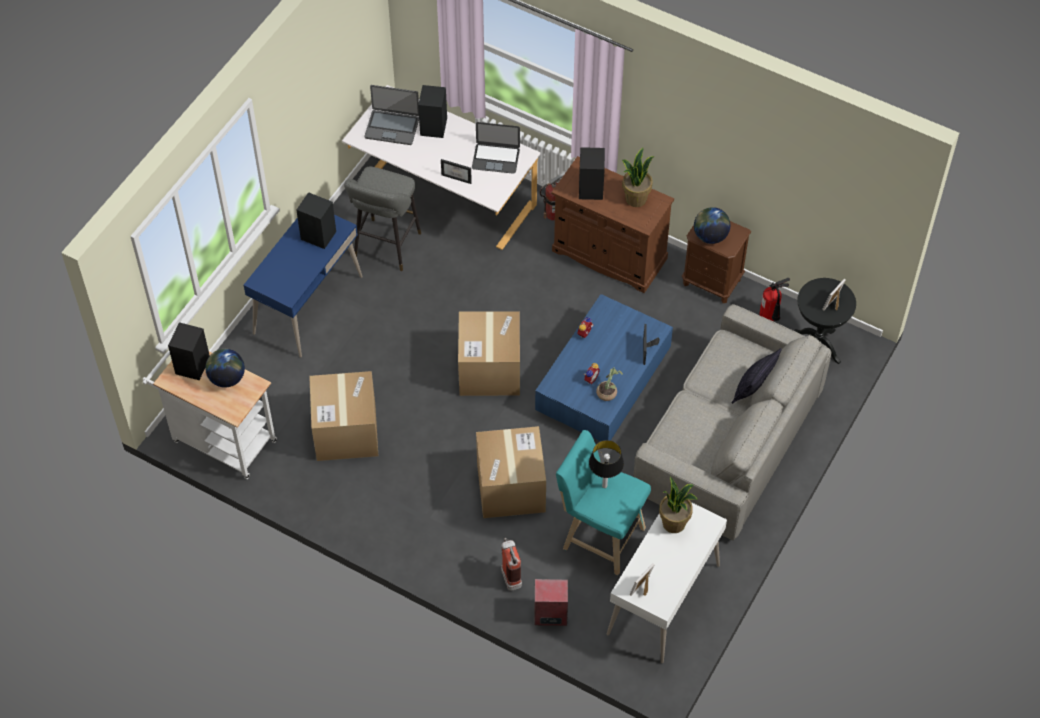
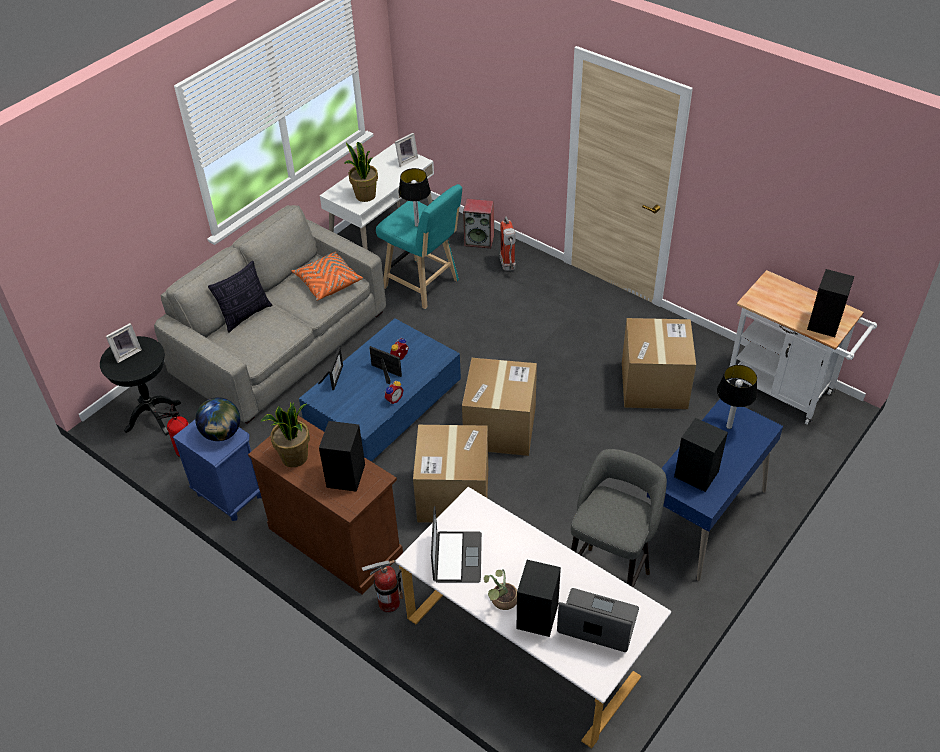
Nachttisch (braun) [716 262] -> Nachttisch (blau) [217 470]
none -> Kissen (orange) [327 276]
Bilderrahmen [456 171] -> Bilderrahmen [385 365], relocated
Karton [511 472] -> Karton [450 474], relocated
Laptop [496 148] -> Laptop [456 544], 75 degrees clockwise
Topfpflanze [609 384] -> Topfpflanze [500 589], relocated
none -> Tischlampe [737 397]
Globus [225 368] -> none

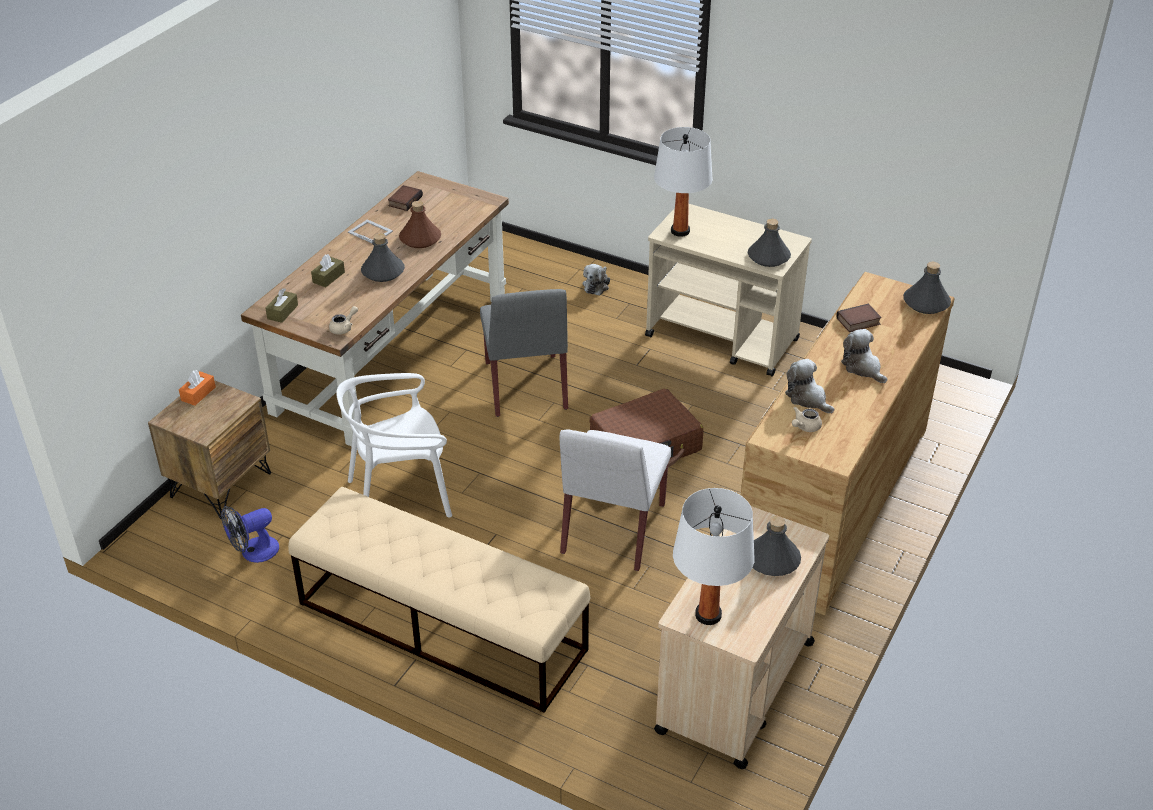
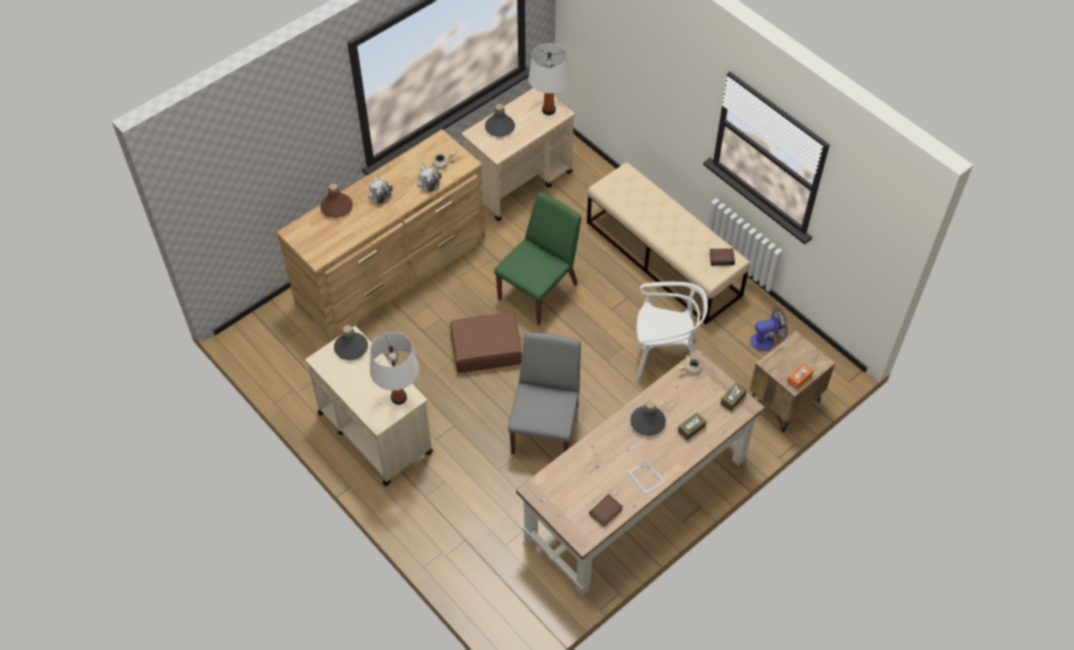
Flasche (braun) [420 224] -> Flasche (braun) [336 200], relocated
Stuhl (weiß) [615 500] -> Stuhl (grün) [537 258]
Buch [859 318] -> Buch [722 257], relocated
Plüschtier [596 279] -> none
Flasche (grau) [927 288] -> none

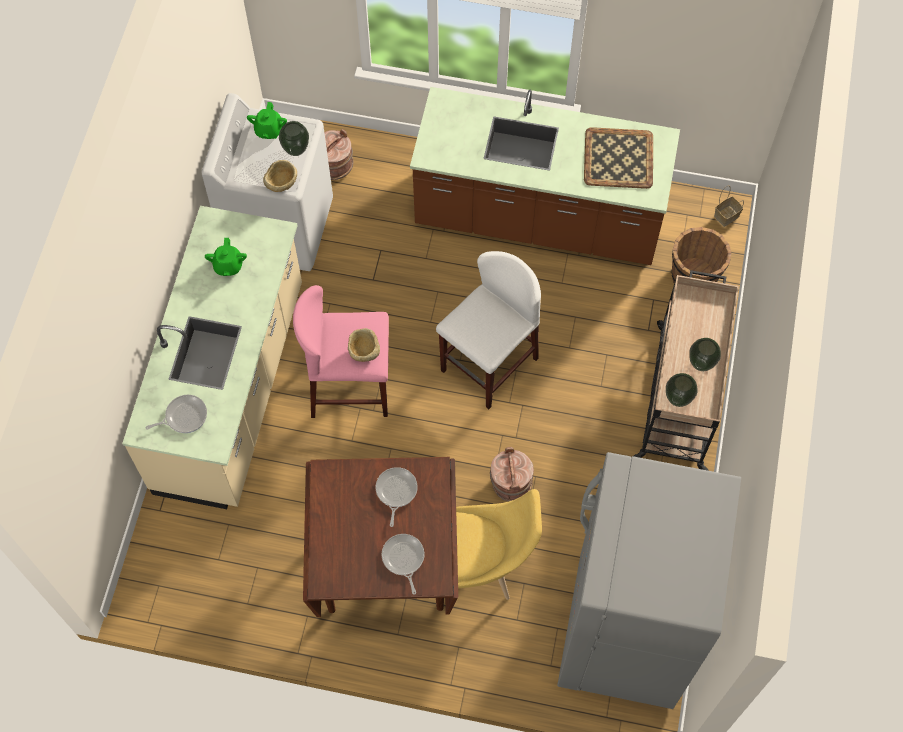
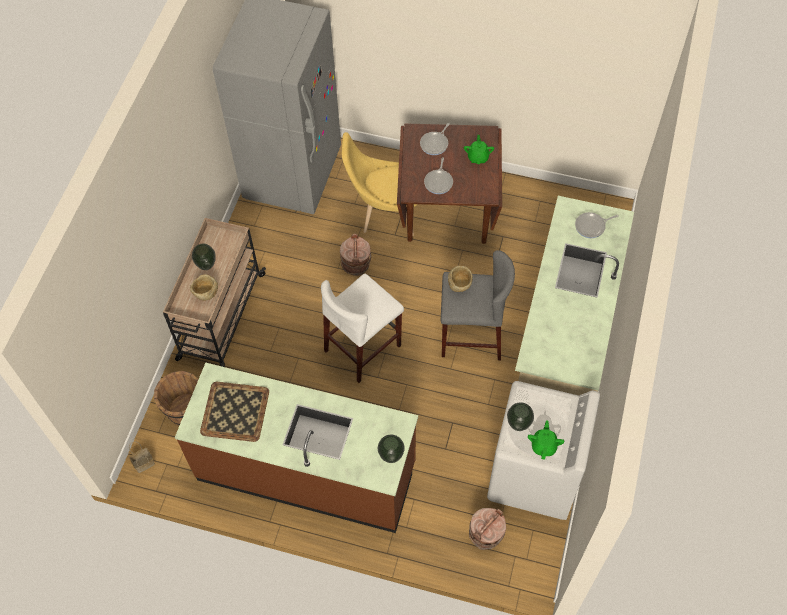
Schüssel (beige) [280 176] -> Schüssel (beige) [204 287], relocated
Vase [682 390] -> Vase [391 449], relocated
Pfanne [403 564] -> Pfanne [435 139], 45 degrees clockwise
Hocker (rosa) [341 351] -> Hocker (grau) [478 305]
Teekanne (grün) [226 257] -> Teekanne (grün) [479 149], relocated

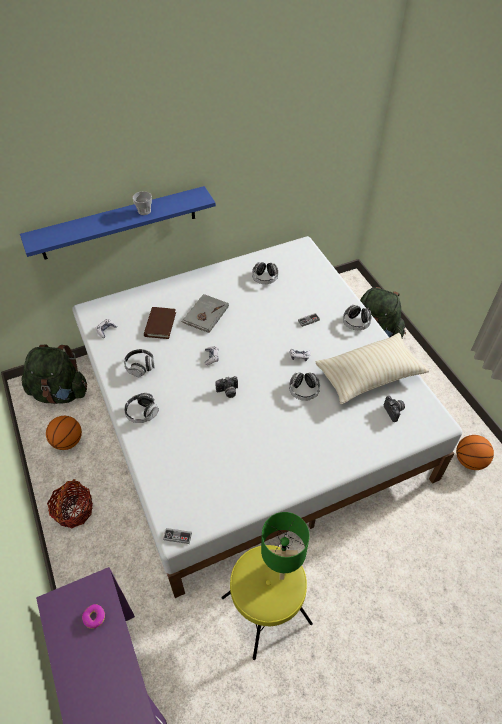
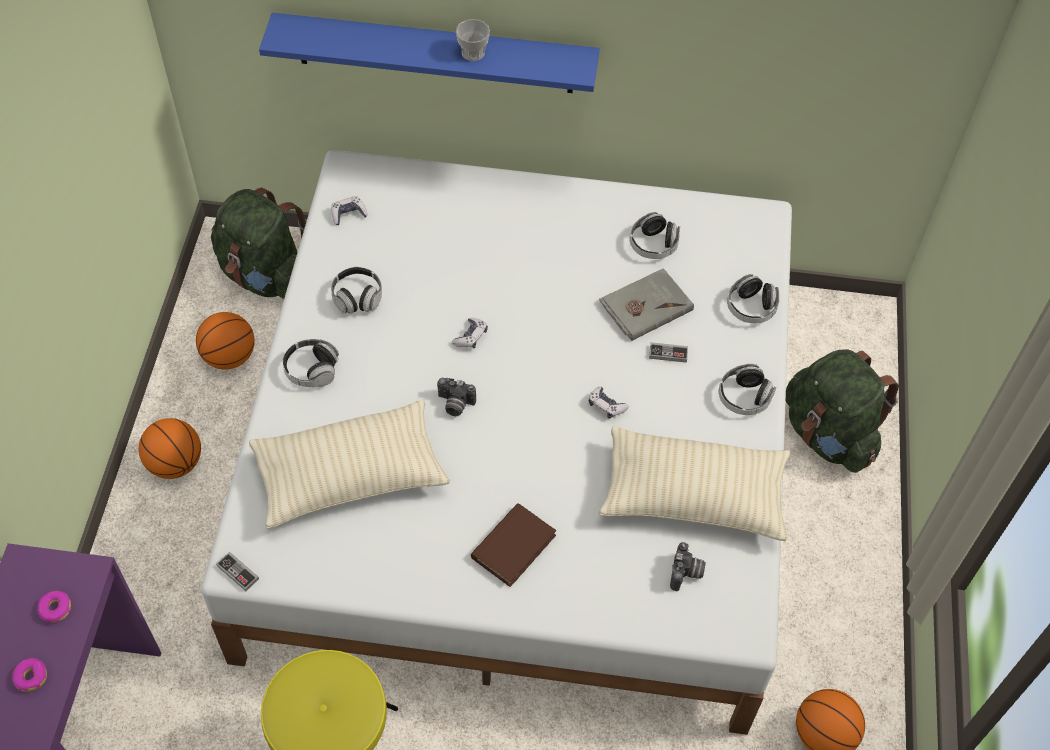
none -> Donut [29 675]
Korb [70 503] -> Basketball [170 448]
none -> Kissen (beige) [349 464]
Buch (braun) [160 323] -> Buch (braun) [513 545], relocated
Buch (grau) [205 313] -> Buch (grau) [646 304], relocated
Kopfhörer [304 386] -> Kopfhörer [753 298], relocated
Tischlampe (grün) [285 546] -> none

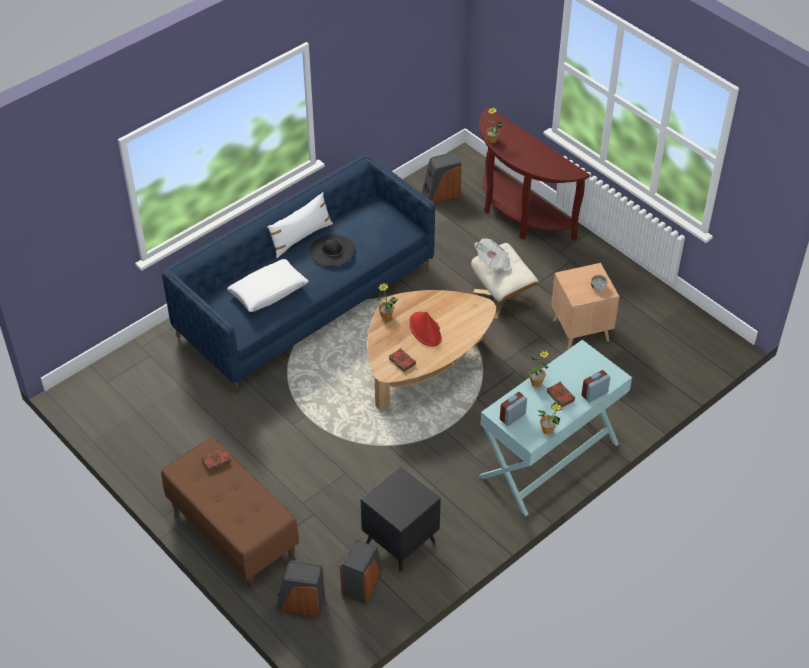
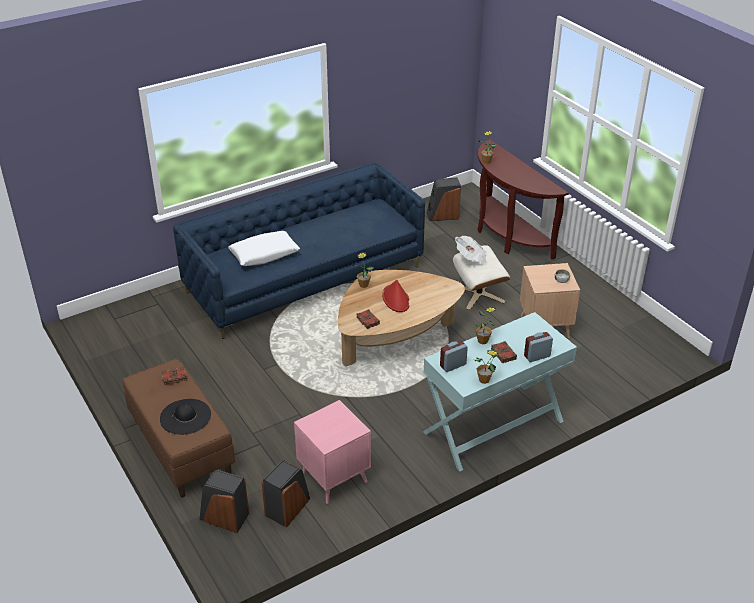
Hut (schwarz) [332 251] -> Hut (schwarz) [185 417], relocated
Beistelltisch (schwarz) [401 519] -> Beistelltisch (rosa) [332 452]
Kissen (weiß) [300 225] -> none

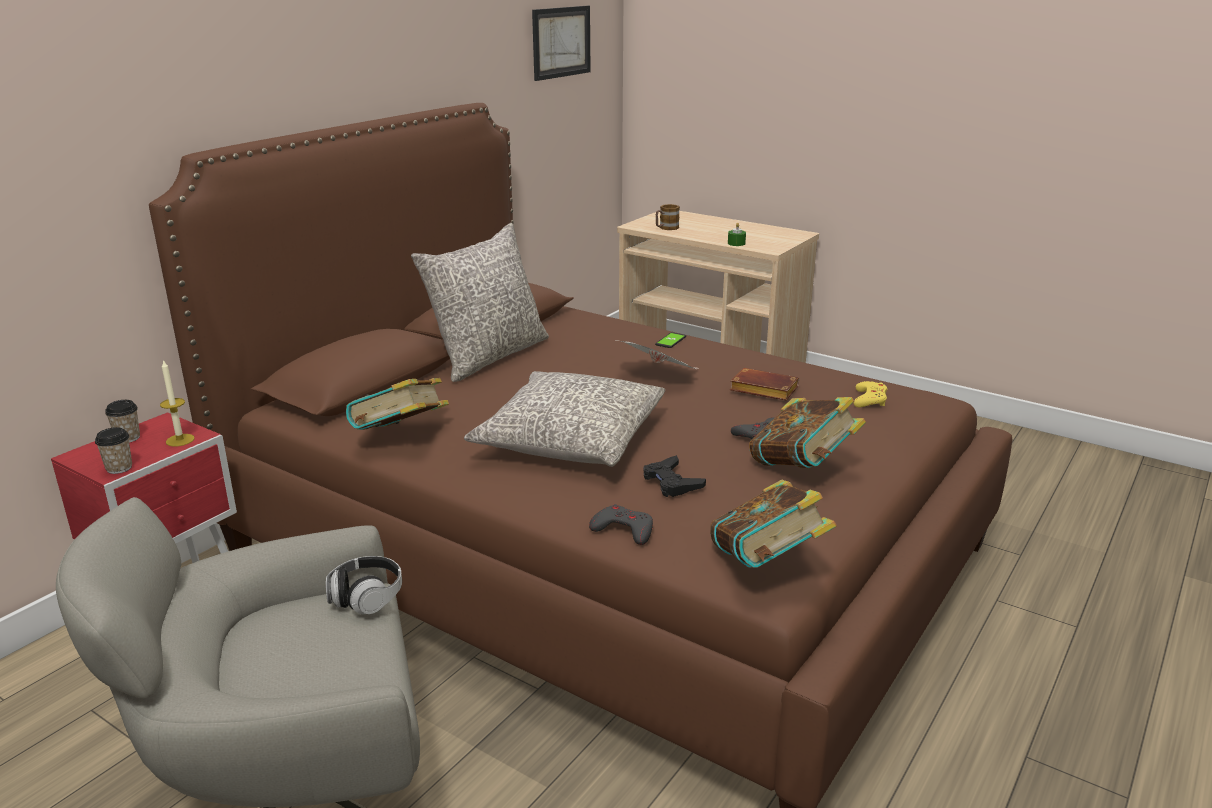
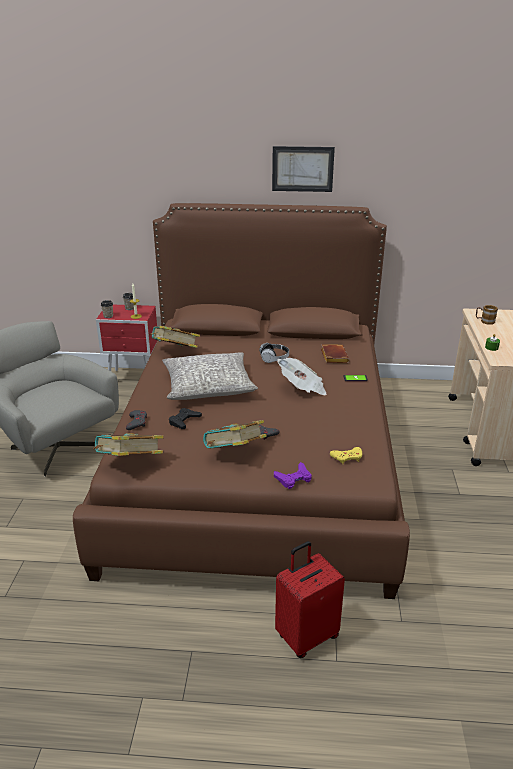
Kopfhörer [364 585] -> Kopfhörer [274 353], relocated
Bild [561 43] -> Bild [303 169], relocated
none -> Gamepad (lila) [293 475]
none -> Koffer (rot) [310 599]
Buch (braun) [764 384] -> Buch (braun) [335 353], relocated
Kissen (grau) [480 302] -> none

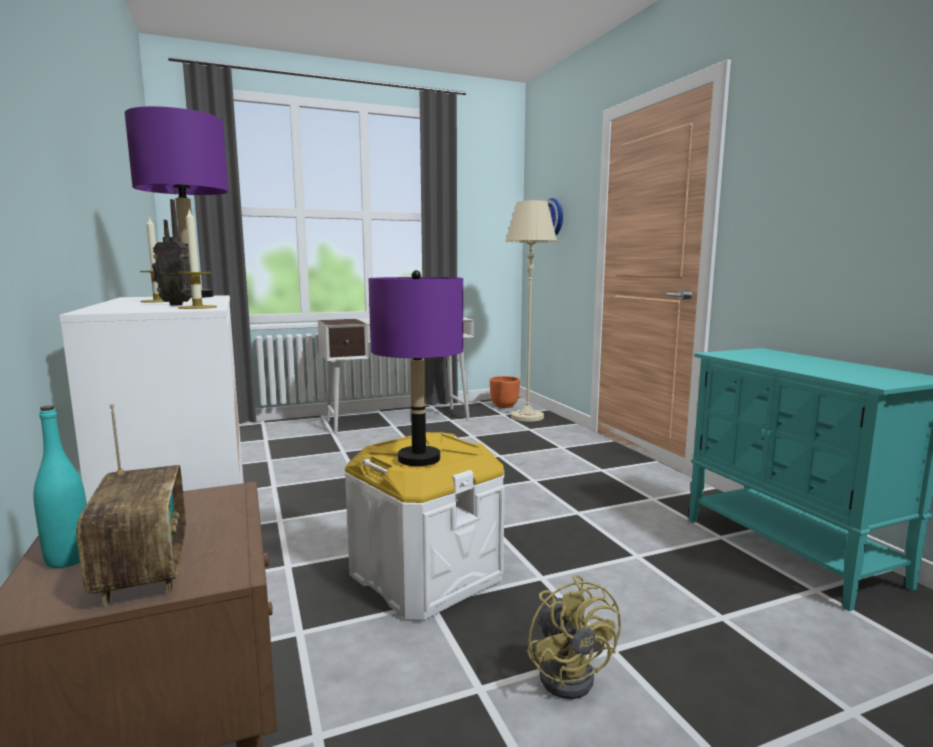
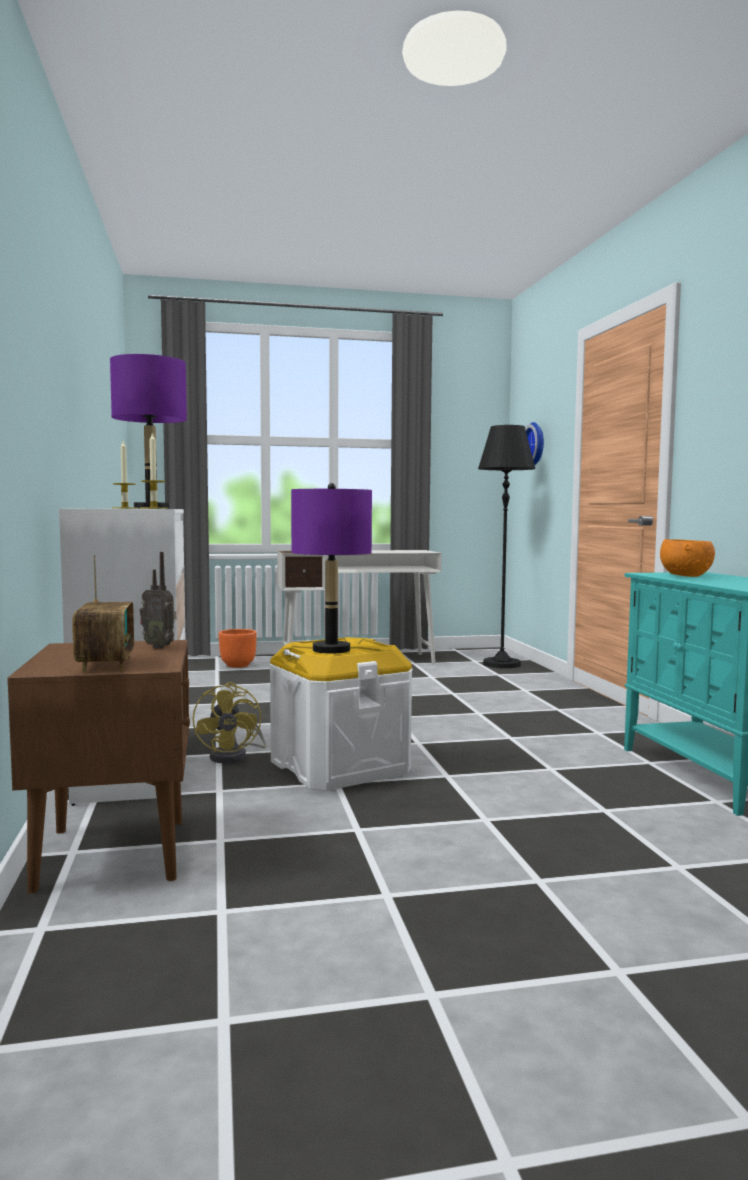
Radio [172 252] -> Radio [158 600], relocated
Ventilator (gelb) [574 637] -> Ventilator (gelb) [229 722], relocated
Pflanzkübel (orange) [505 392] -> Pflanzkübel (orange) [238 648], relocated
Stehlampe (beige) [531 311] -> Stehlampe (schwarz) [506 546]
none -> Schüssel (orange) [687 558]
Flasche (türkis) [60 487] -> none

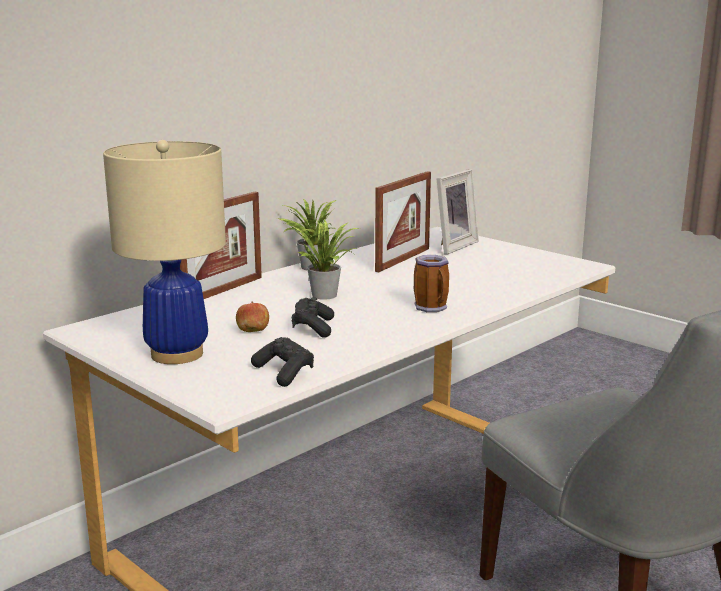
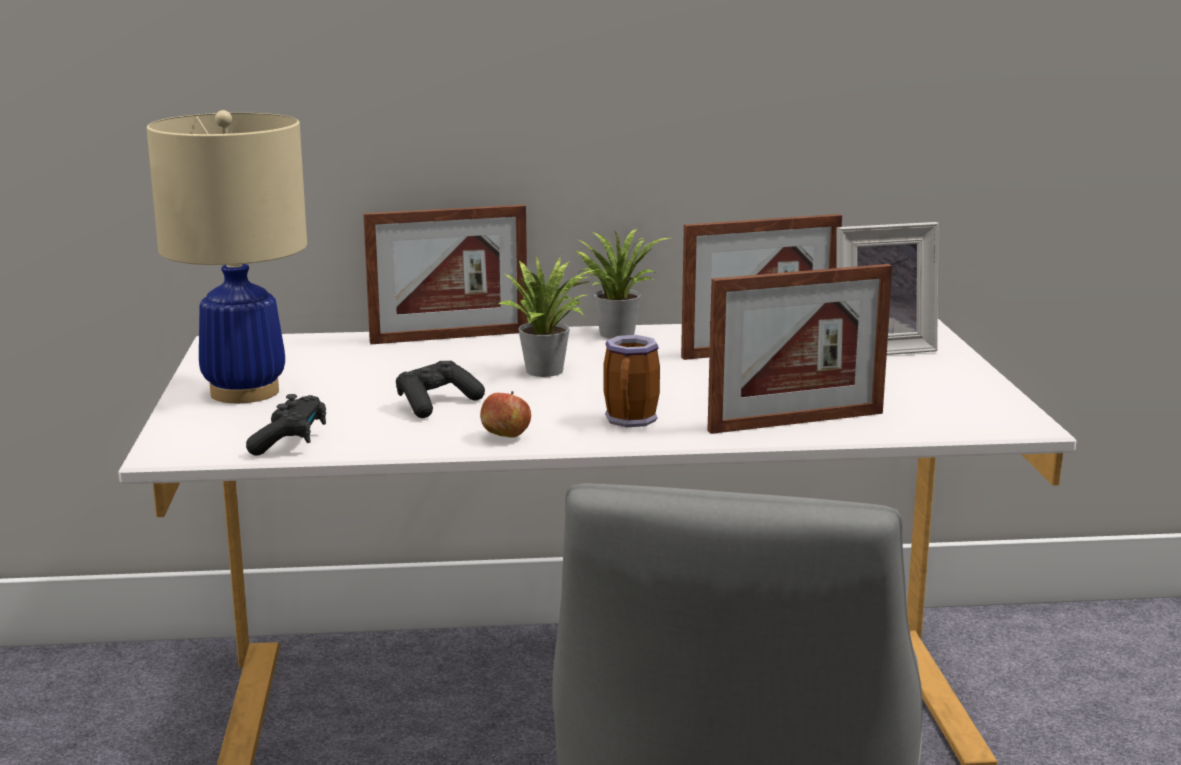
Apfel [252 316] -> Apfel [505 414], relocated
none -> Bilderrahmen [800 349]

